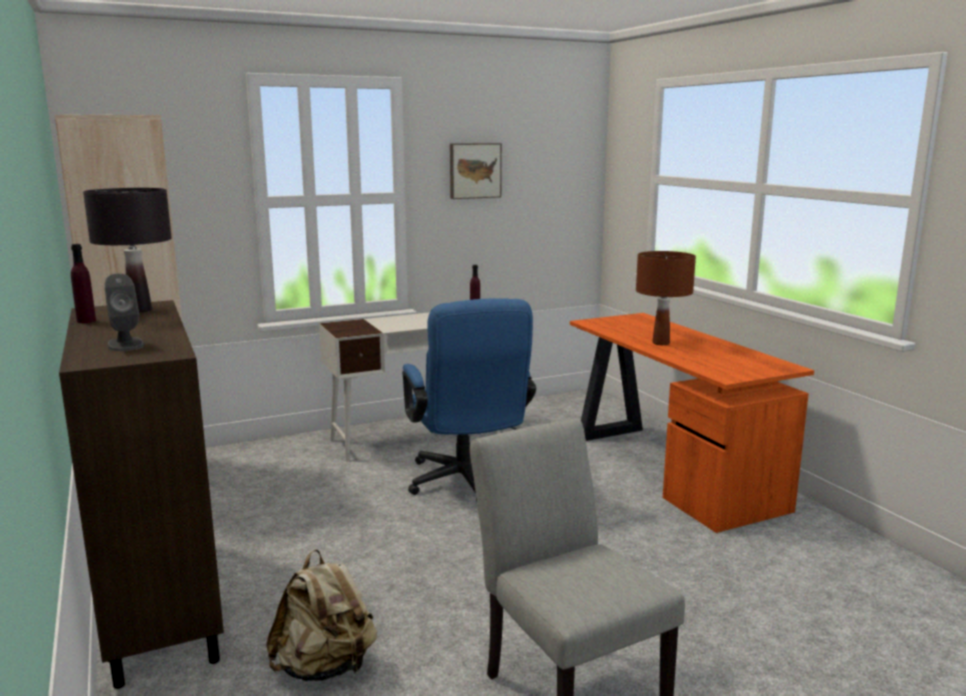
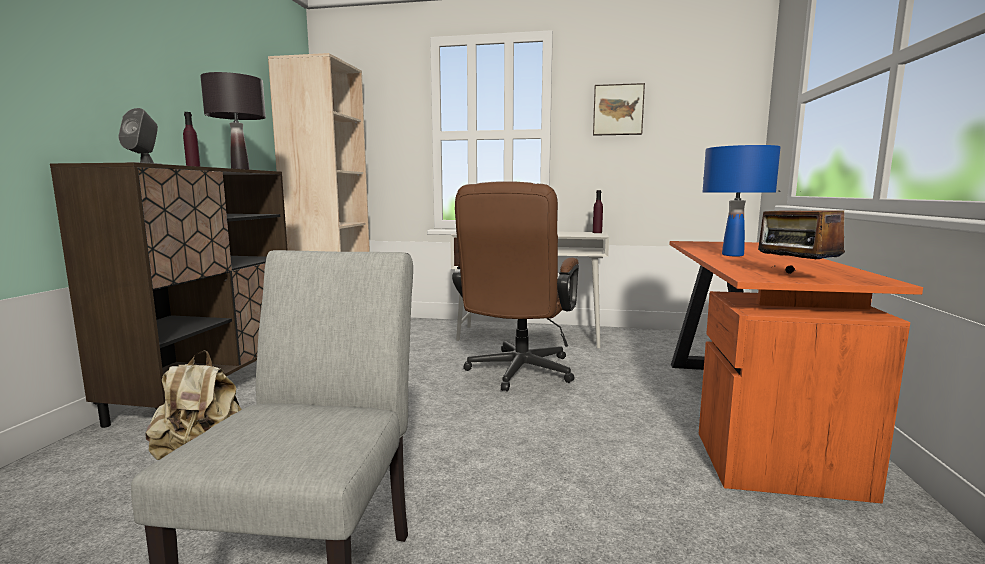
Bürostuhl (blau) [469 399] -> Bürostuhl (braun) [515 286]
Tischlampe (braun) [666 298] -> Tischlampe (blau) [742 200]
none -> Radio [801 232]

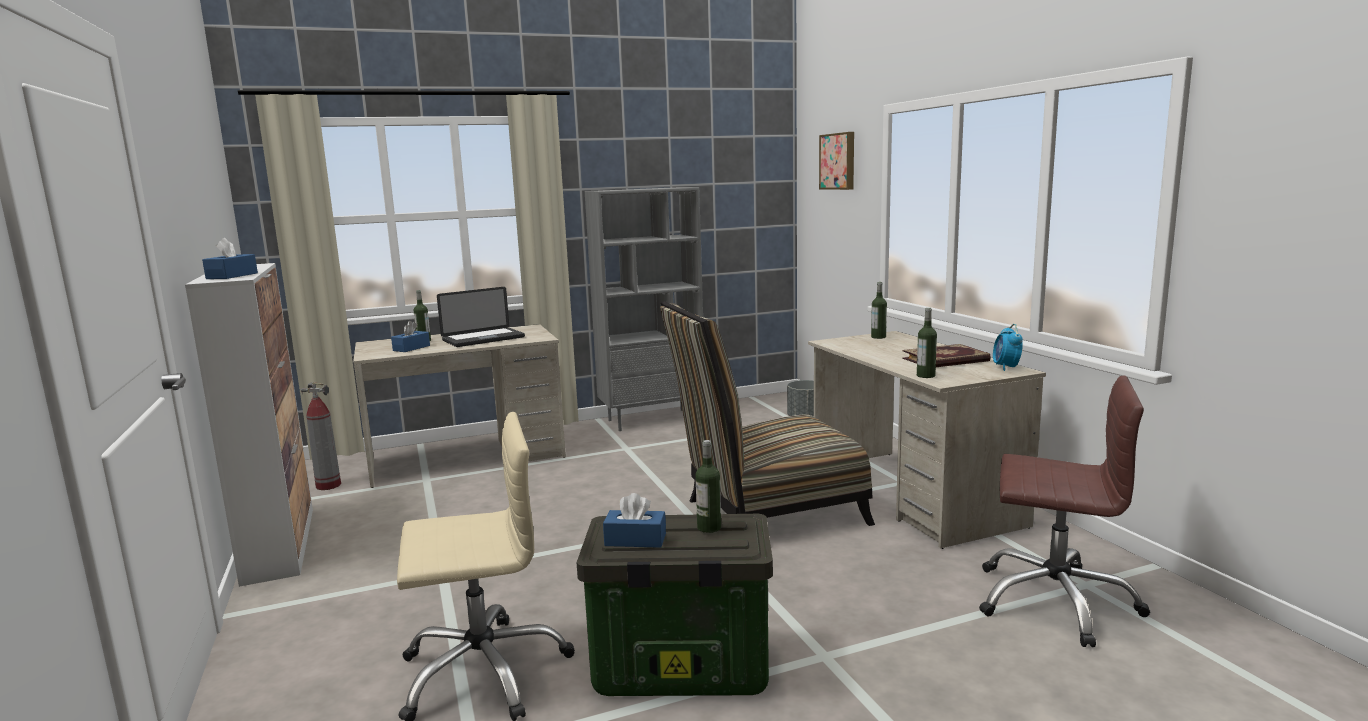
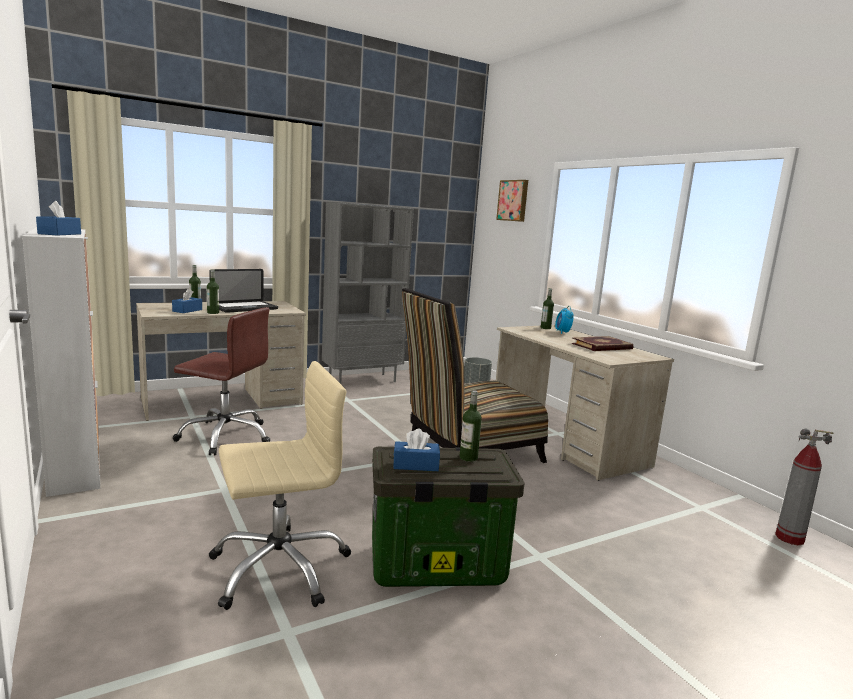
Bürostuhl (braun) [1064 511] -> Bürostuhl (braun) [221 381], relocated
Flasche [927 343] -> Flasche [213 292], relocated
Wecker [1008 347] -> Wecker [564 320], relocated
Feuerlöscher [320 436] -> Feuerlöscher [804 486], relocated

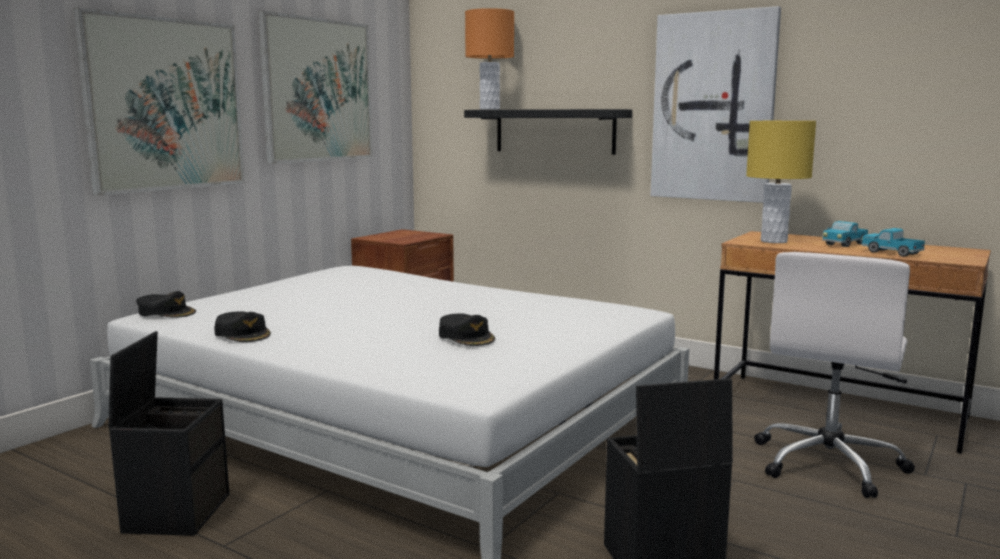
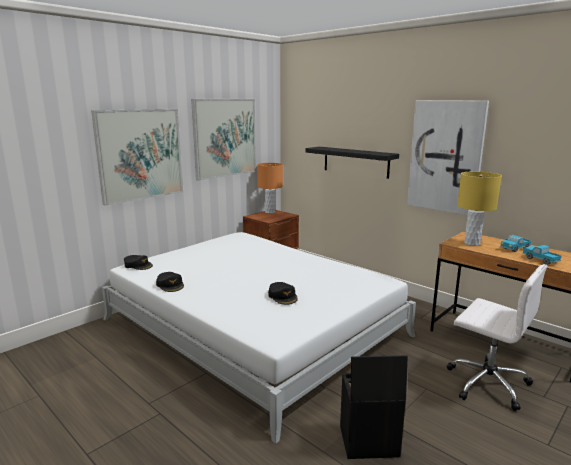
Tischlampe (orange) [489 59] -> Tischlampe (orange) [270 188], relocated
Bürostuhl (weiß) [834 375] -> Bürostuhl (weiß) [497 337], 90 degrees counterclockwise
Aufbewahrungsbox (schwarz) [168 433] -> none

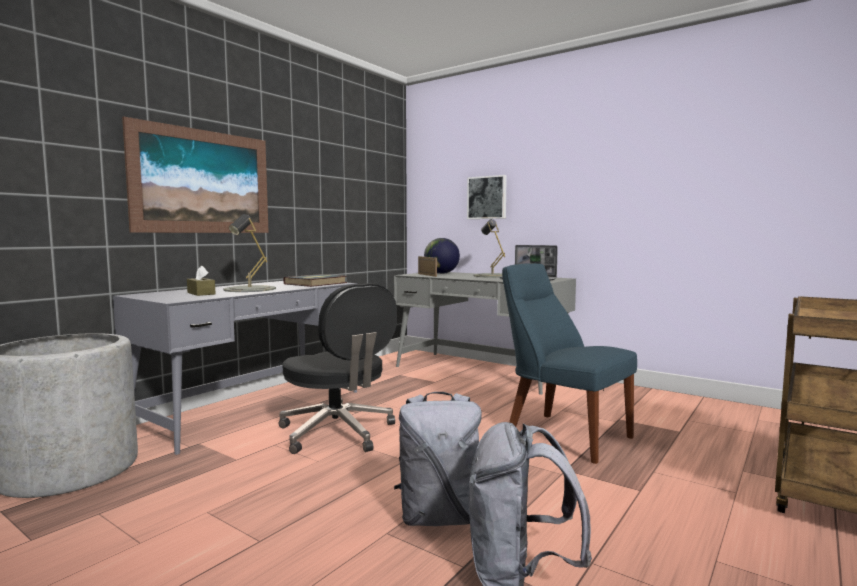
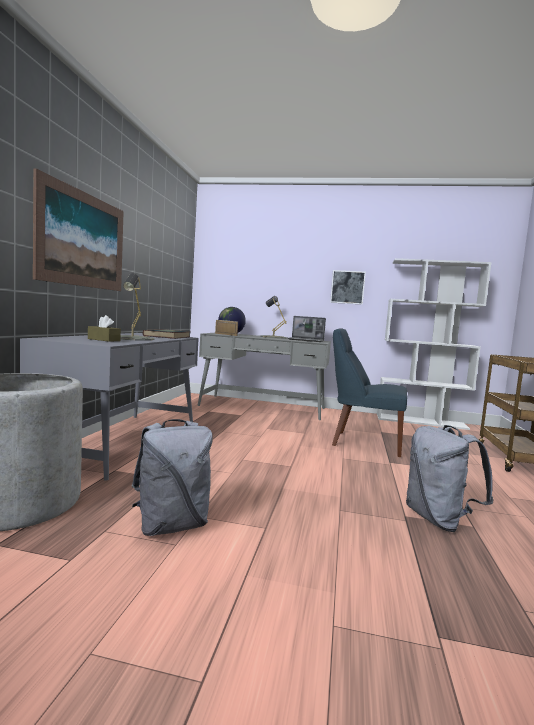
Rucksack (grau) [438 459] -> Rucksack (grau) [172 477], relocated
Bild [487 197] -> Bild [348 287], relocated
none -> Bücherregal (weiß) [434 344]
Bürostuhl (schwarz) [338 368] -> none

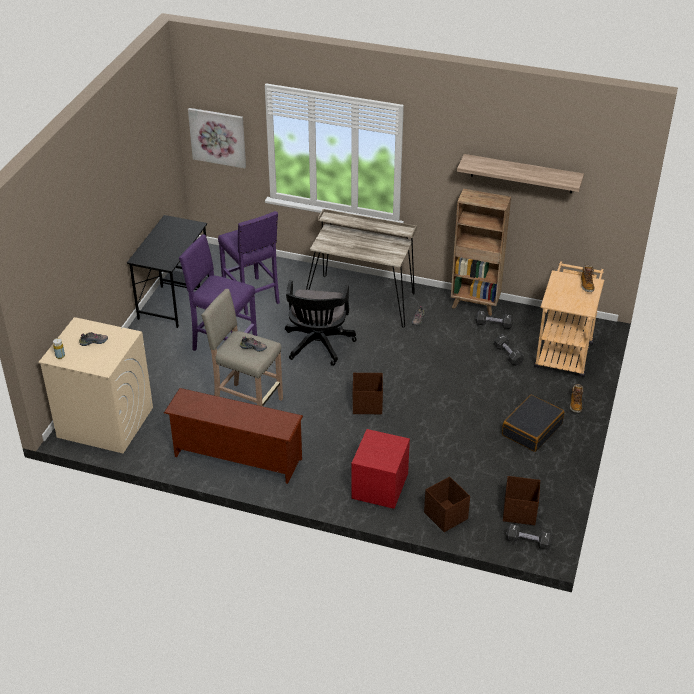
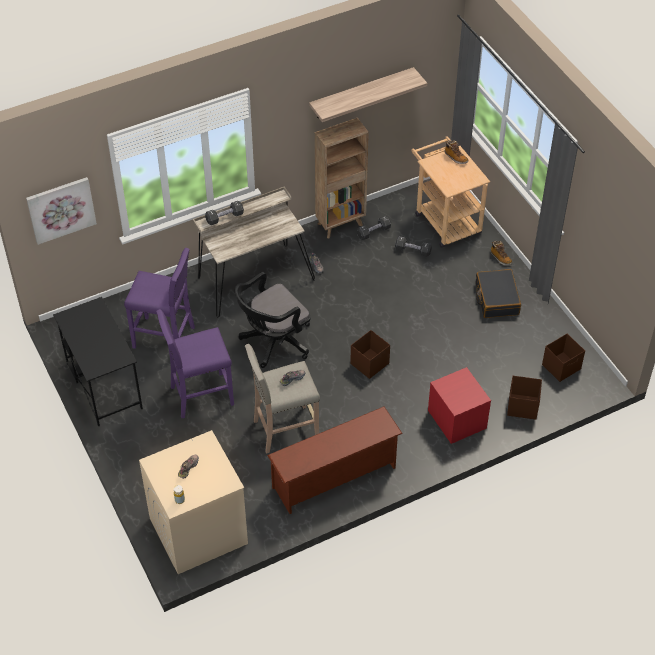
Hantel (schwarz) [529 537] -> Hantel (schwarz) [224 213], relocated
Bürostuhl (schwarz) [321 323] -> Bürostuhl (schwarz) [273 320], 90 degrees clockwise

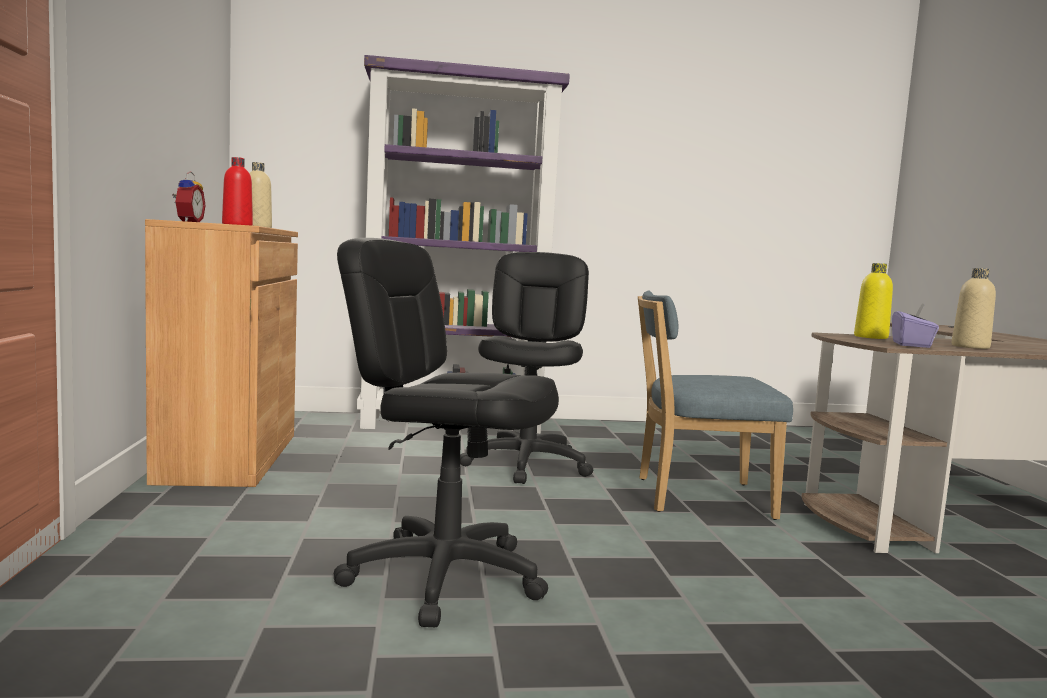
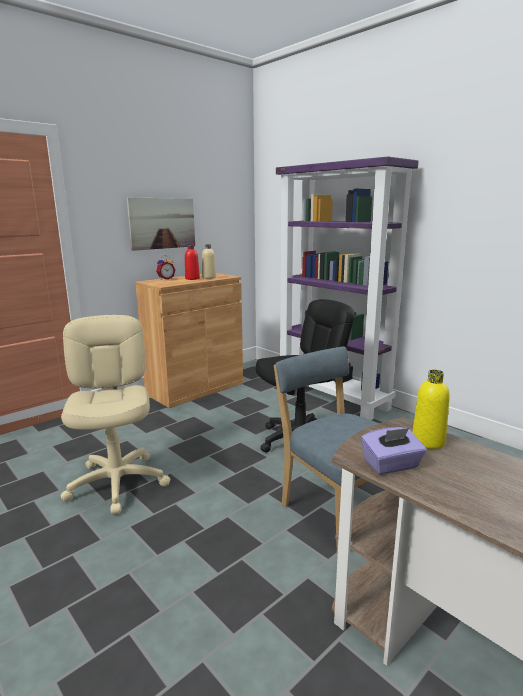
Bürostuhl (schwarz) [446 432] -> Bürostuhl (beige) [115 415]
none -> Bild [161 224]
Flasche (beige) [973 308] -> none

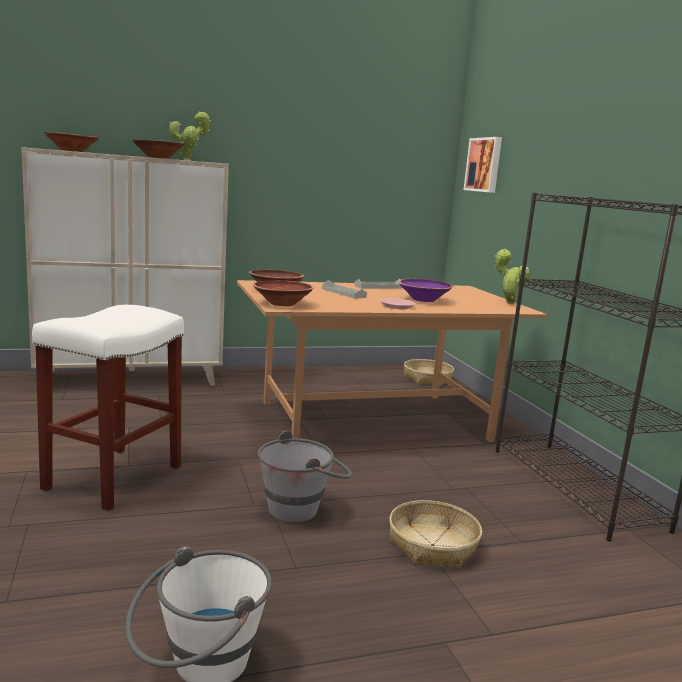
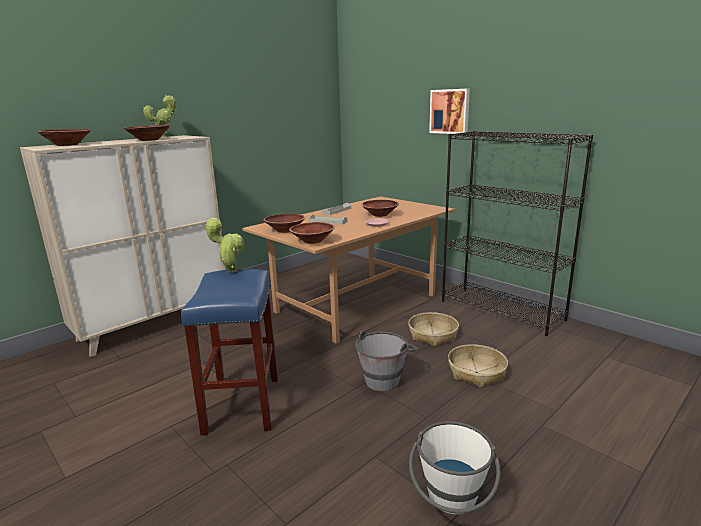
Hocker (weiß) [108 408] -> Hocker (blau) [229 352]
Topfpflanze [512 276] -> Topfpflanze [225 245], relocated
Schüssel (lila) [425 290] -> Schüssel (braun) [380 208]
Korb [429 372] -> Korb [433 329], relocated
Bild [483 165] -> Bild [449 111], relocated

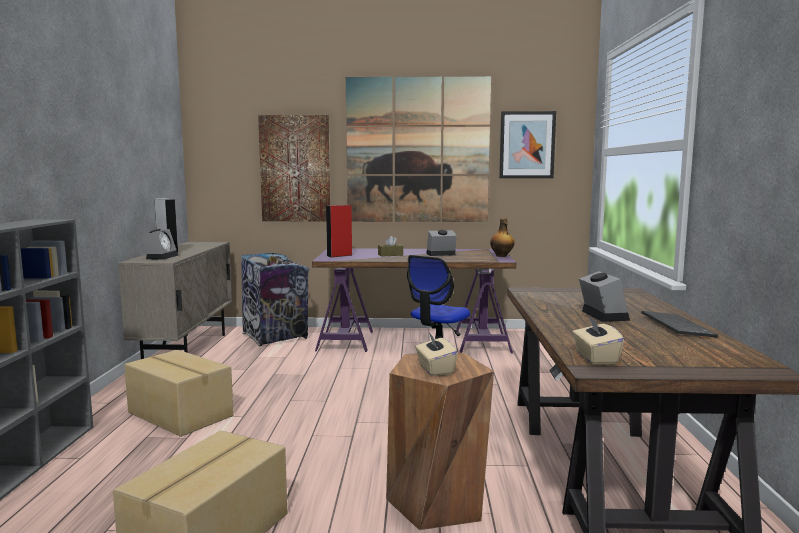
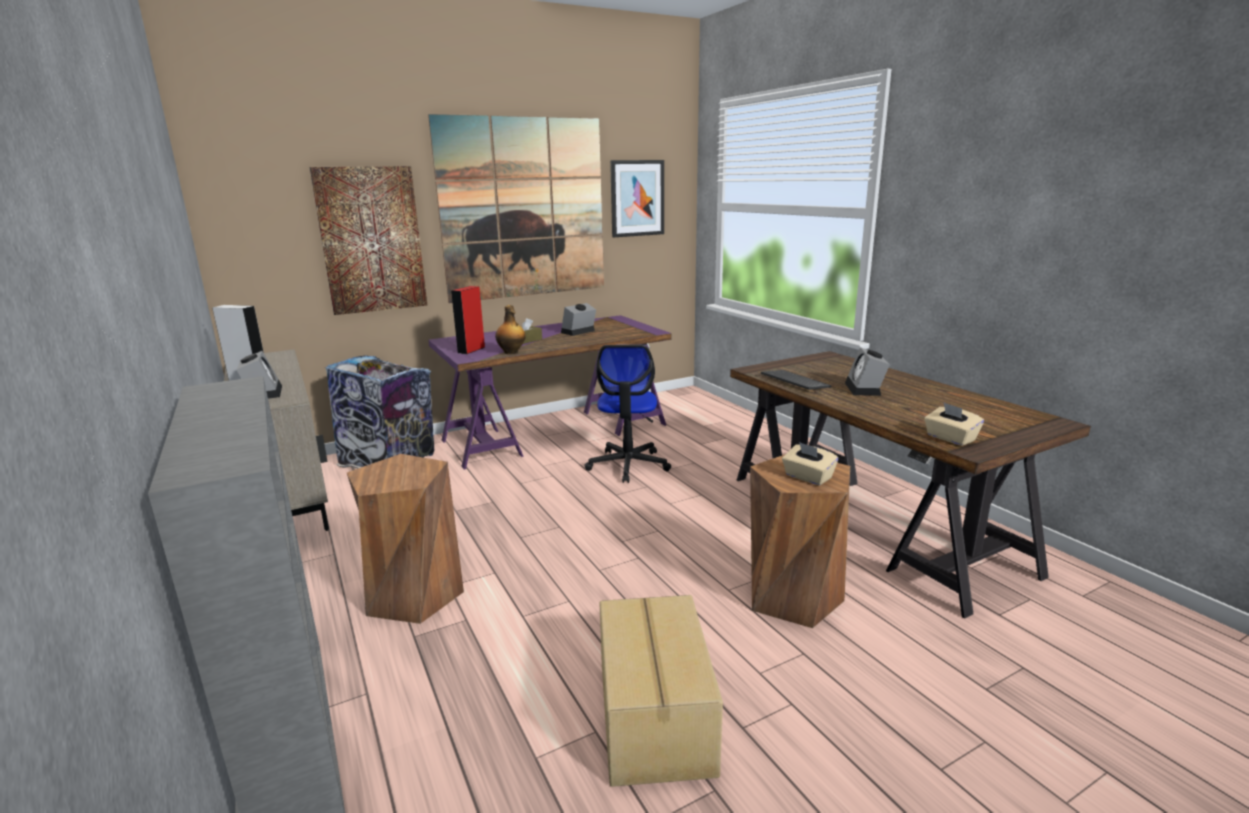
Karton [179 393] -> Hocker (braun) [405 539]
Flasche [502 237] -> Flasche [510 329], relocated
Tastatur [679 324] -> Tastatur [796 380], relocated
Wecker [604 296] -> Wecker [867 371], 135 degrees counterclockwise

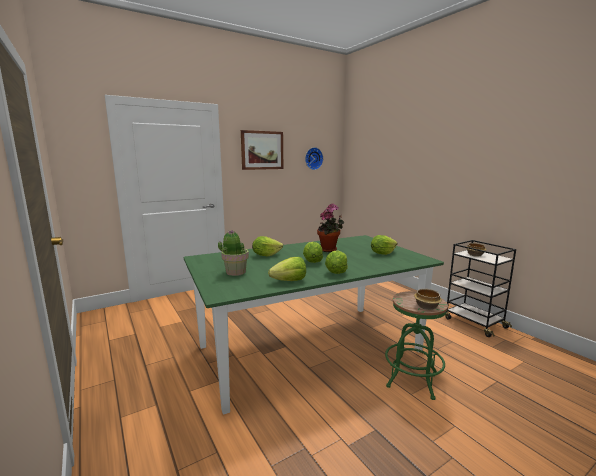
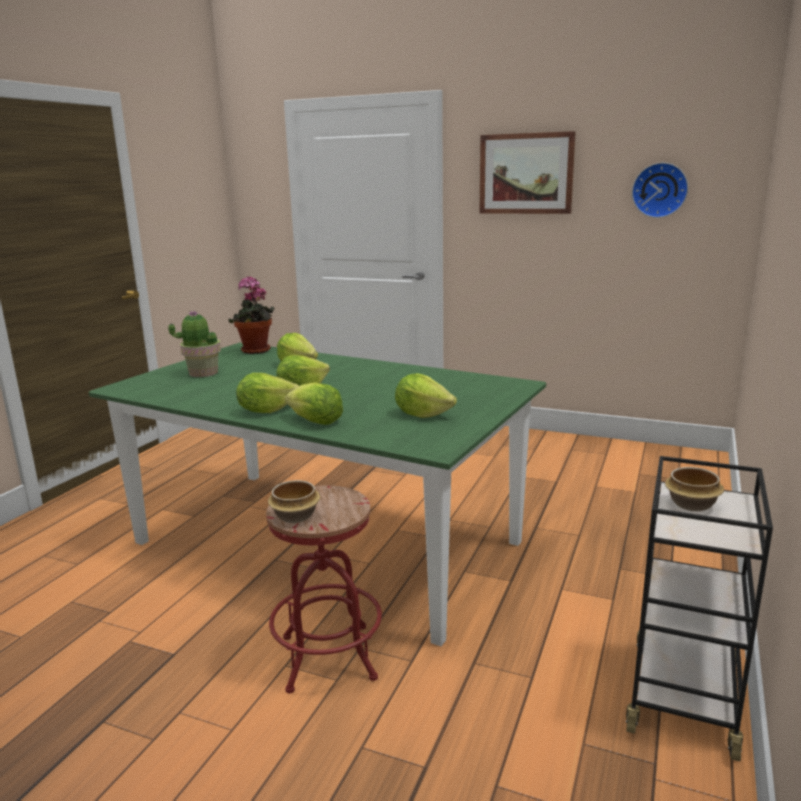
Topfpflanze [330 228] -> Topfpflanze [252 315], relocated
Hocker (grün) [416 345] -> Hocker (rot) [324 589]
Salatkopf [287 269] -> Salatkopf [314 403], relocated

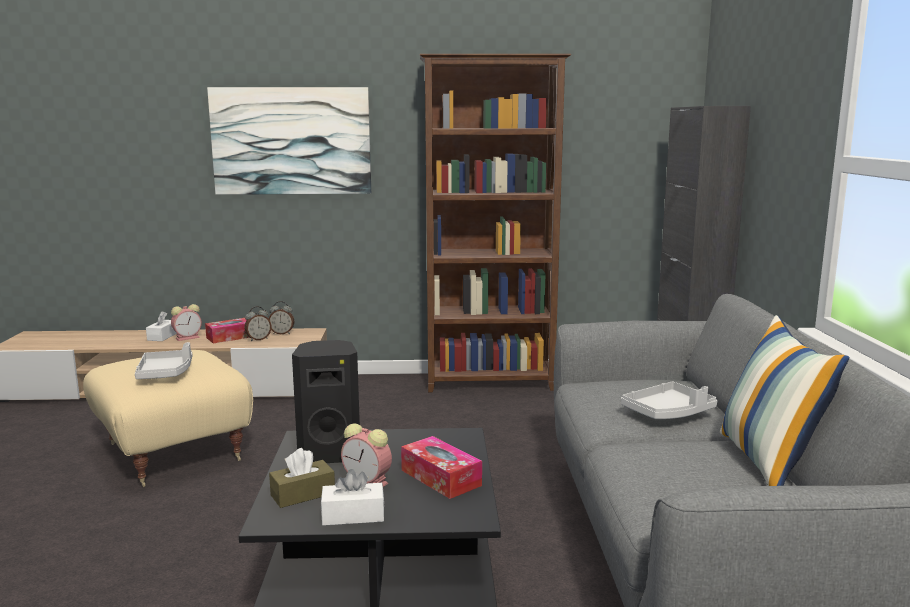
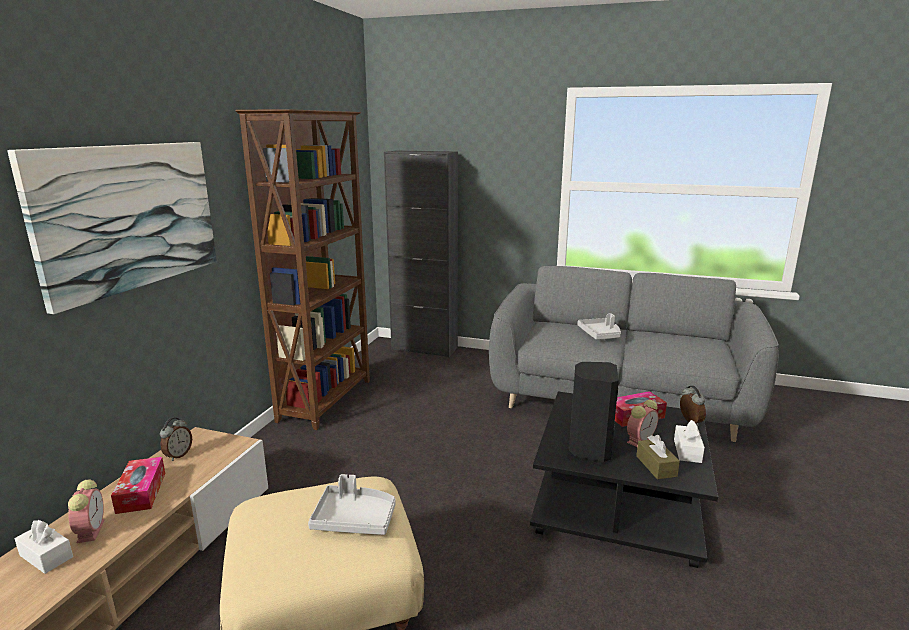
Wecker [258 323] -> Wecker [693 405], relocated
Kissen [784 400] -> none

